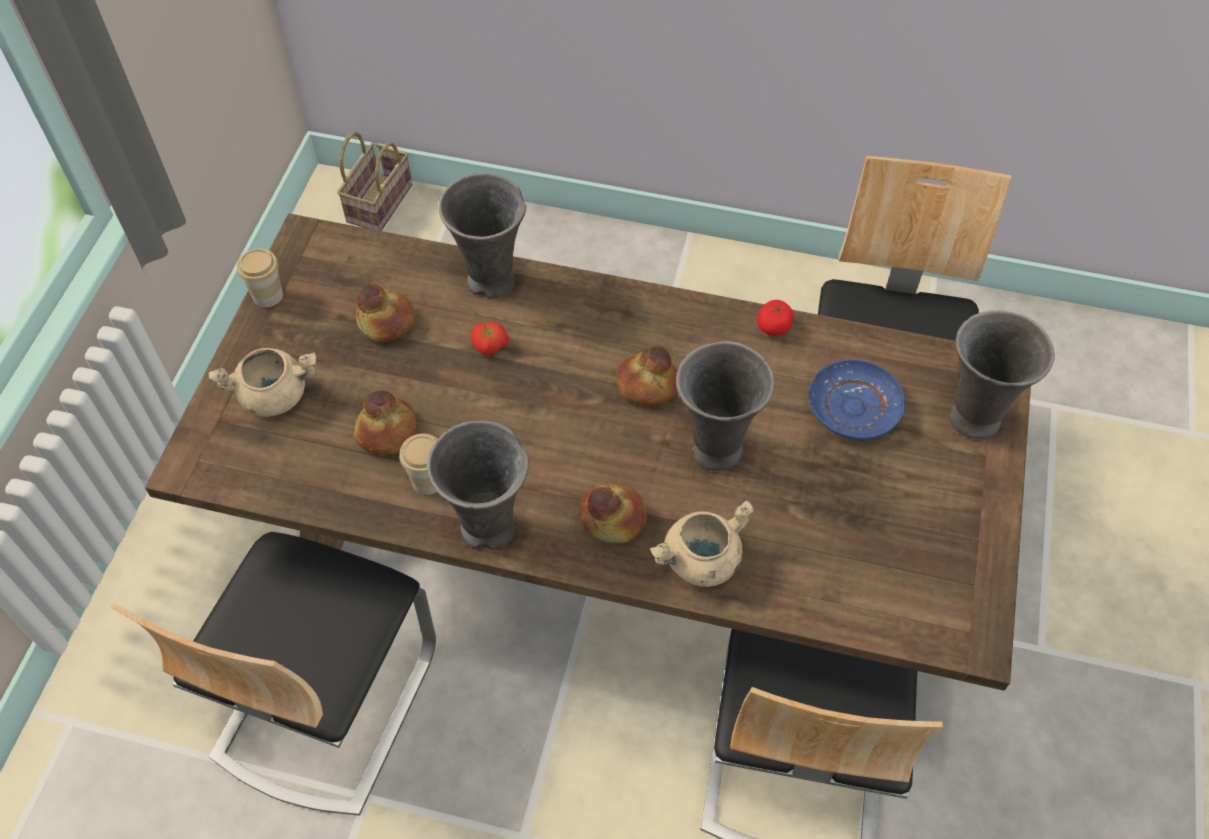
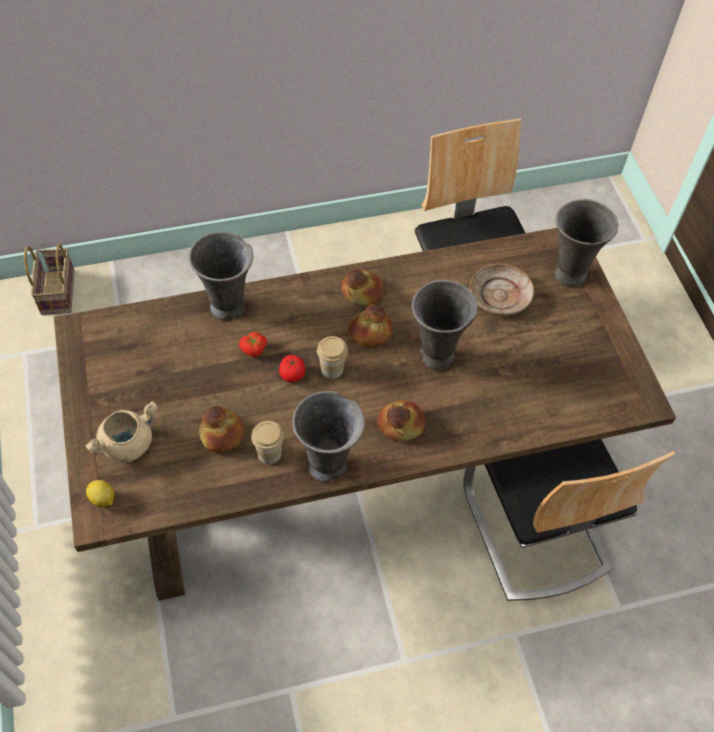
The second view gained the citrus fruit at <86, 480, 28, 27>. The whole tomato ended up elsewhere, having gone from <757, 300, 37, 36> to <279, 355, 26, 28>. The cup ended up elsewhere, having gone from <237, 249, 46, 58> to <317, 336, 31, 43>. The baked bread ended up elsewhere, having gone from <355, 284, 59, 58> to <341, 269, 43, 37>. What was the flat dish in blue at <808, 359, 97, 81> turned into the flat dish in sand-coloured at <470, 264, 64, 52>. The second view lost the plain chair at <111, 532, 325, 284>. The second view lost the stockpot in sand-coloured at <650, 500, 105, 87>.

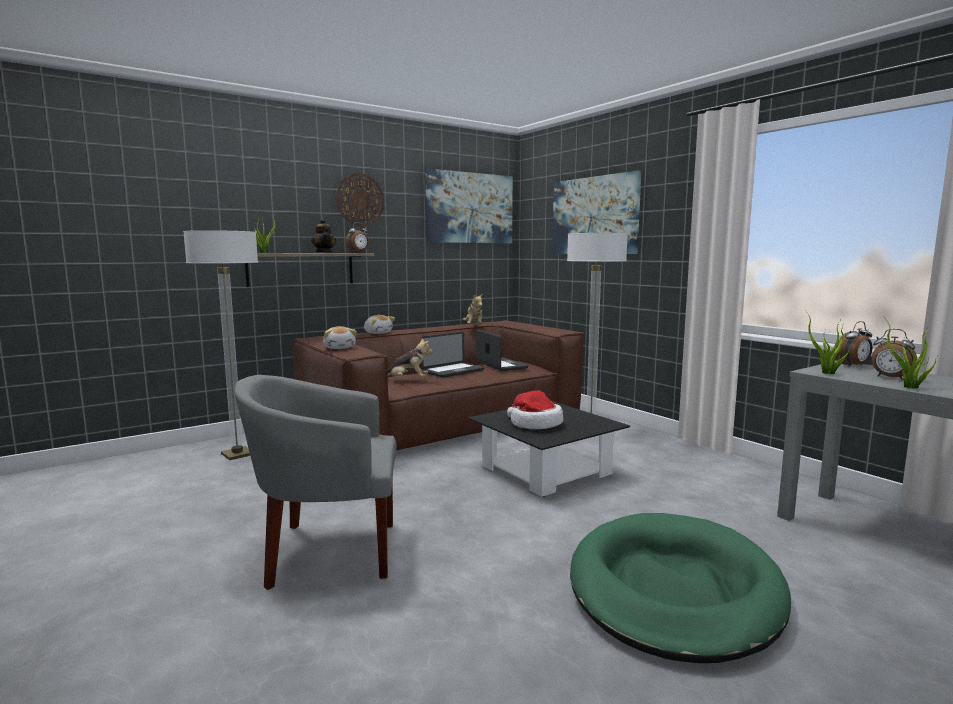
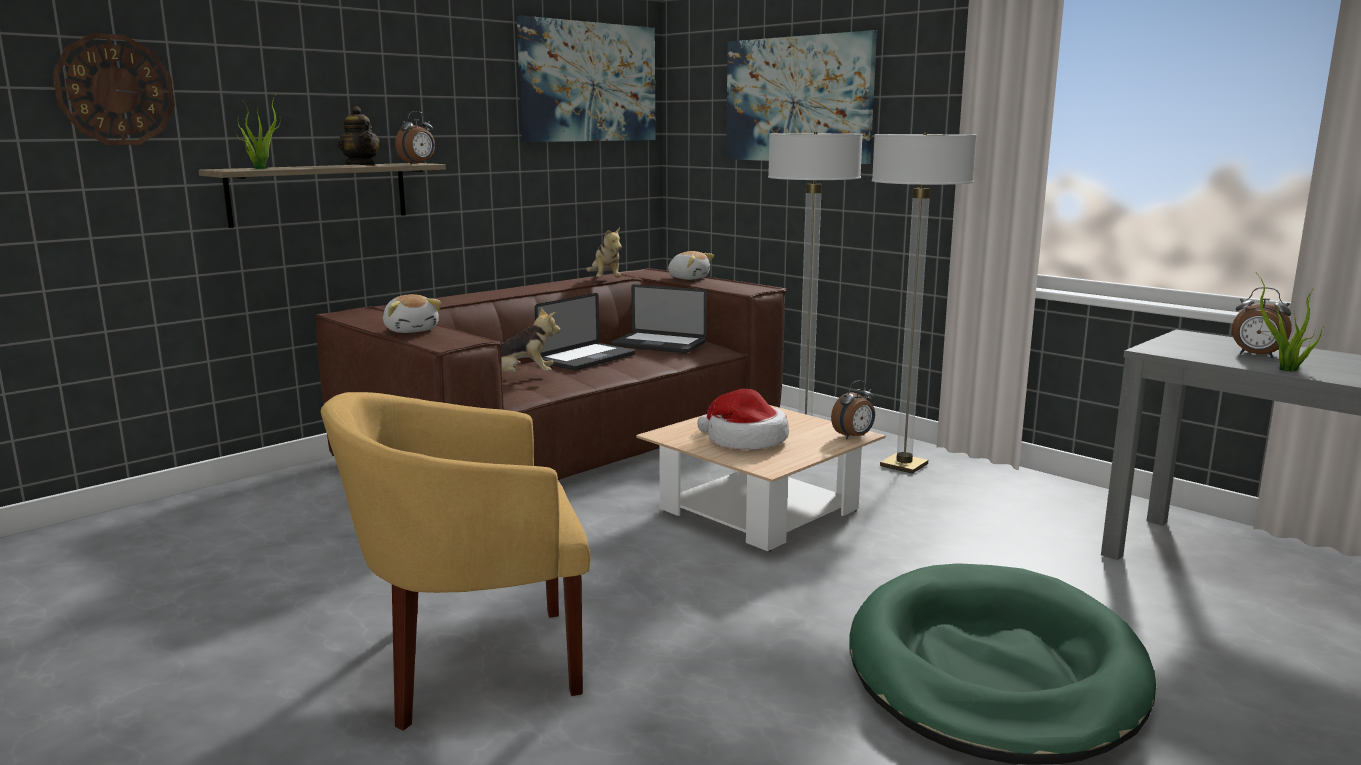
The wall clock ended up elsewhere, having gone from <336, 173, 48, 53> to <52, 33, 123, 112>. What was the lounge chair in grey at <234, 375, 163, 215> turned into the lounge chair in yellow-coloured at <321, 392, 270, 339>. The portable computer at <476, 330, 52, 41> ended up facing another way, 150 degrees clockwise from before. What was the low table in black-coloured at <468, 401, 162, 96> turned into the low table in sand-coloured at <636, 405, 250, 146>. The soft toy ended up elsewhere, having gone from <364, 315, 31, 19> to <667, 251, 47, 29>. The alarm clock ended up elsewhere, having gone from <836, 321, 36, 46> to <831, 380, 44, 59>. The floor lamp ended up elsewhere, having gone from <183, 230, 75, 230> to <872, 132, 105, 342>. The second view lost the potted plant at <805, 310, 45, 64>.

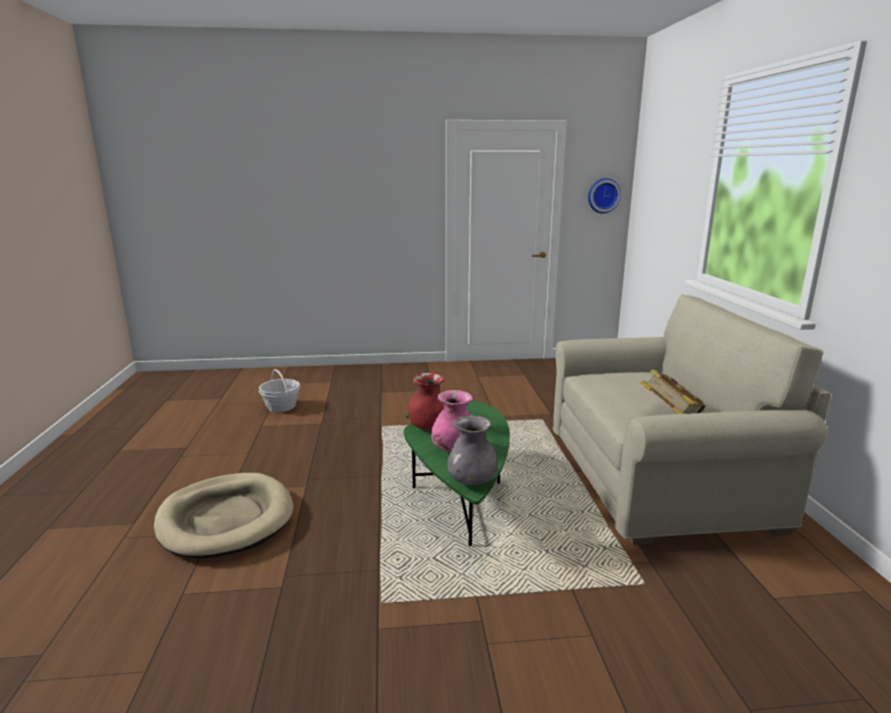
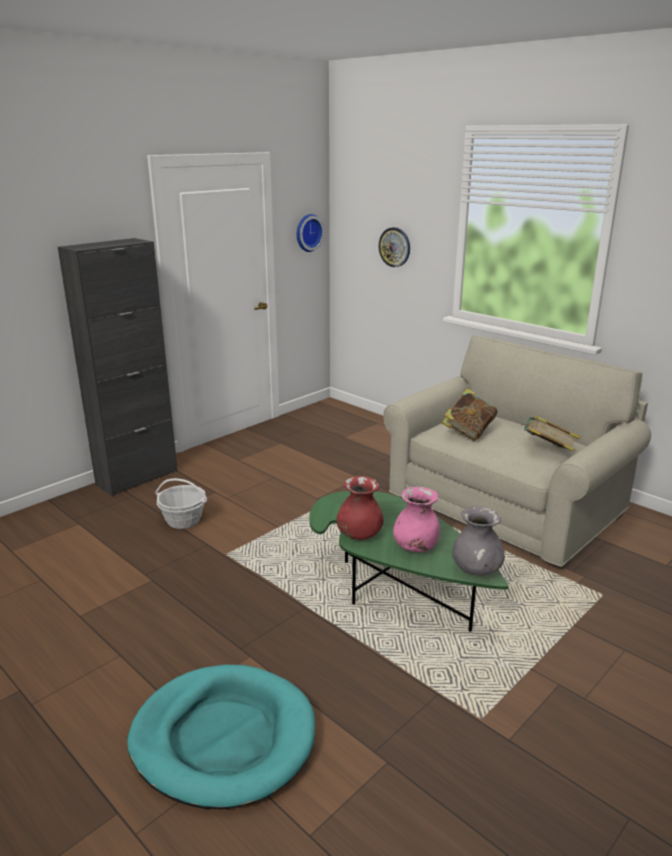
The second view gained the cabinet in black-coloured at <58, 238, 120, 258>. What was the dog cushion in sand-coloured at <154, 473, 139, 85> turned into the dog cushion in turquoise at <127, 665, 188, 144>. The storage basket ended up elsewhere, having gone from <259, 369, 41, 43> to <155, 478, 52, 51>. The second view gained the wall clock at <378, 227, 32, 40>. The second view gained the book at <442, 388, 55, 53>.

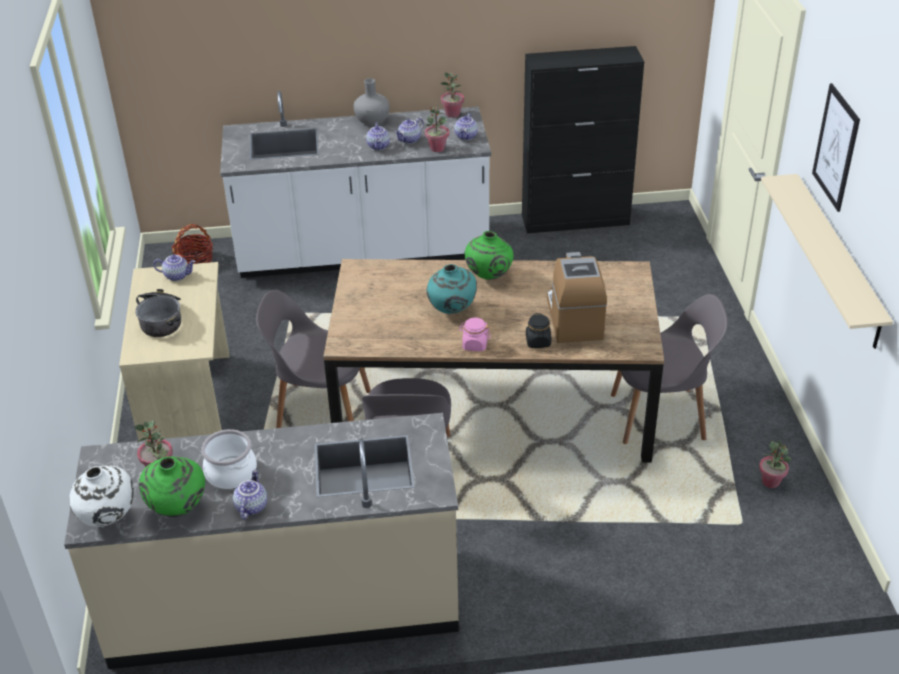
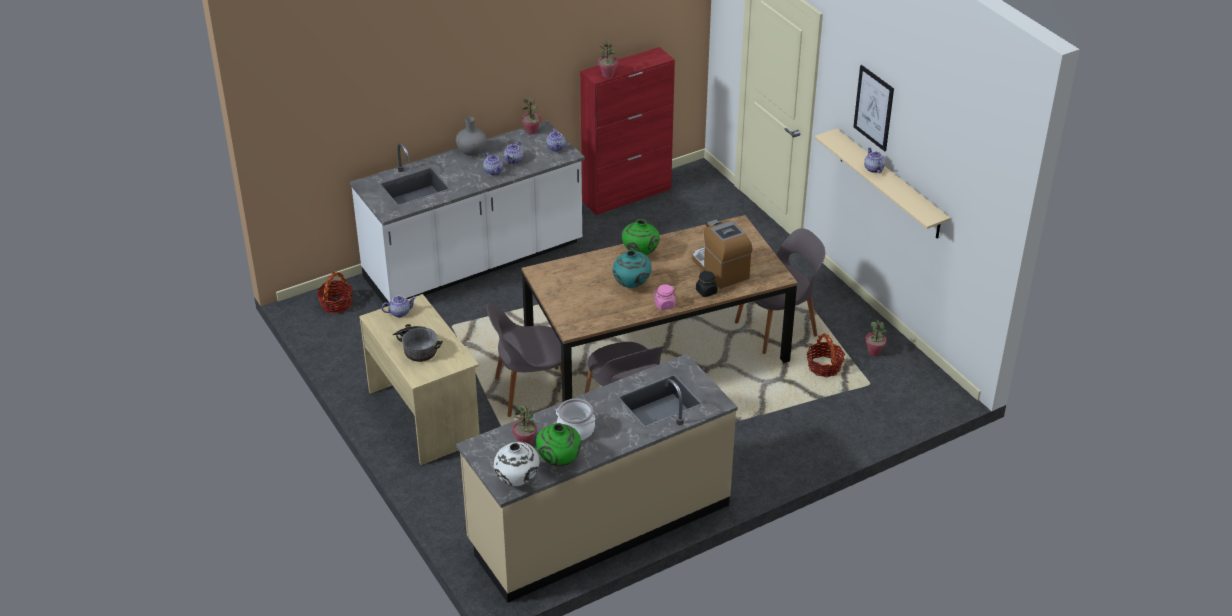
What was the cabinet in black-coloured at <522, 46, 122, 187> turned into the cabinet in red at <580, 47, 95, 168>. The potted plant ended up elsewhere, having gone from <425, 104, 24, 48> to <598, 40, 20, 38>. The second view gained the storage basket at <807, 333, 38, 44>. The tea pot ended up elsewhere, having gone from <233, 470, 34, 49> to <864, 147, 21, 26>.

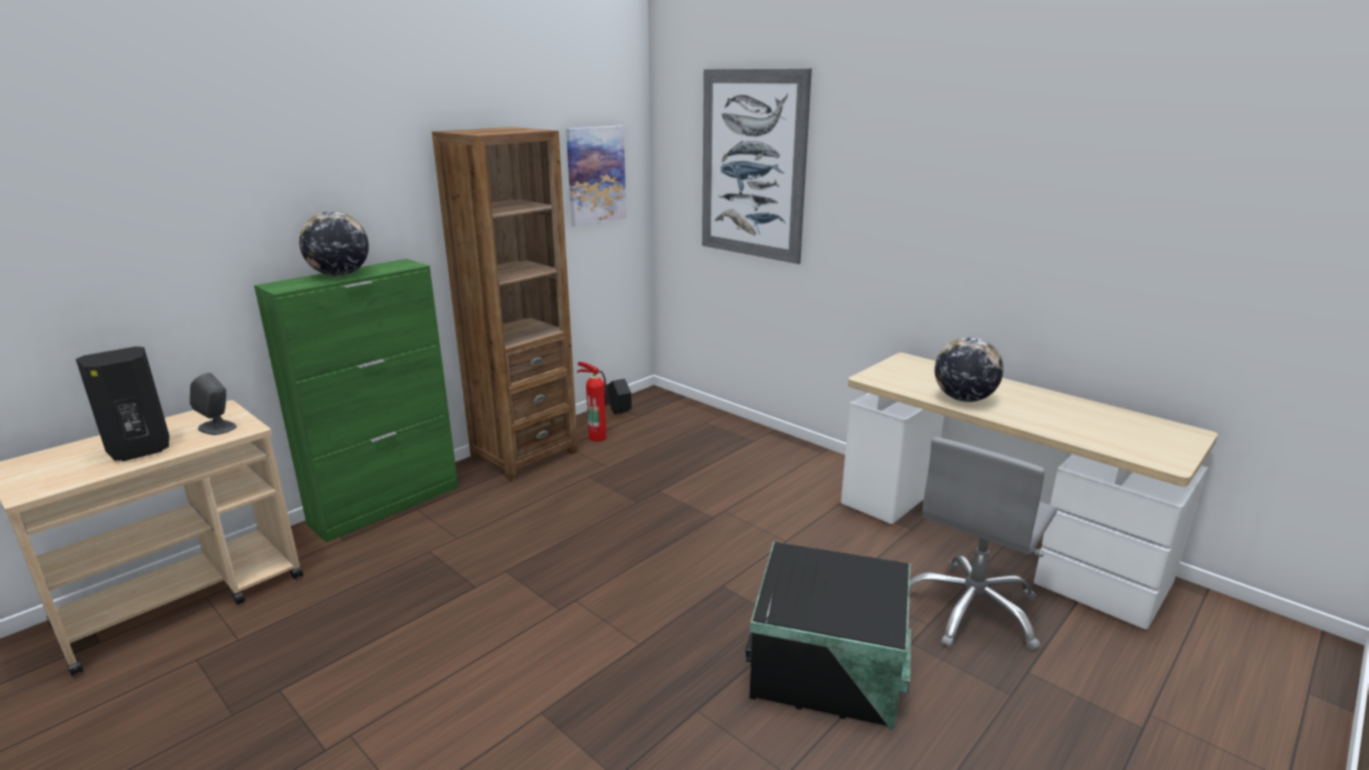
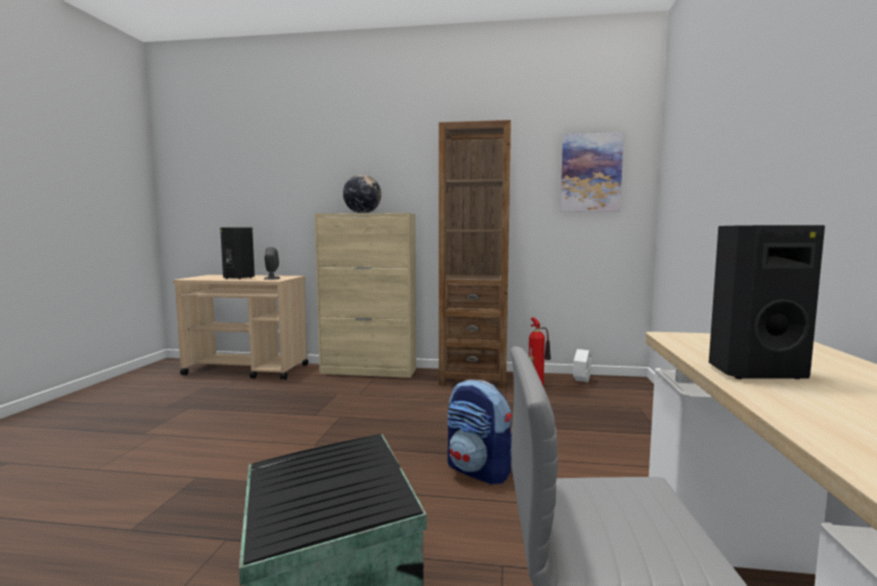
What was the cabinet in green-coloured at <254, 259, 204, 283> turned into the cabinet in sand-coloured at <314, 213, 102, 165>. The second view gained the backpack at <447, 380, 65, 105>. What was the flower pot in black-coloured at <607, 379, 25, 35> turned into the flower pot in white-coloured at <573, 349, 19, 33>. Where the globe stood at <935, 337, 68, 65>, the audio speaker in black-coloured came to stand at <709, 225, 116, 154>. The second view lost the wall picture at <702, 69, 110, 195>.

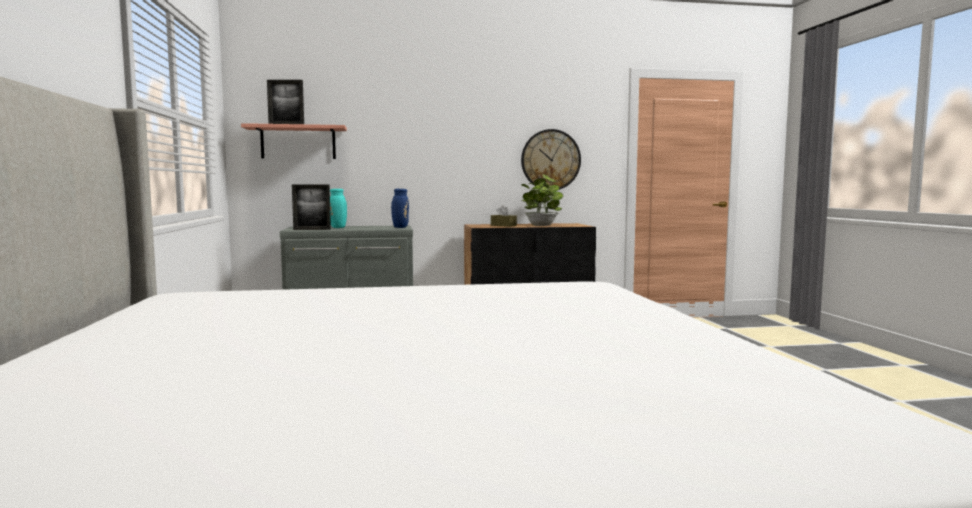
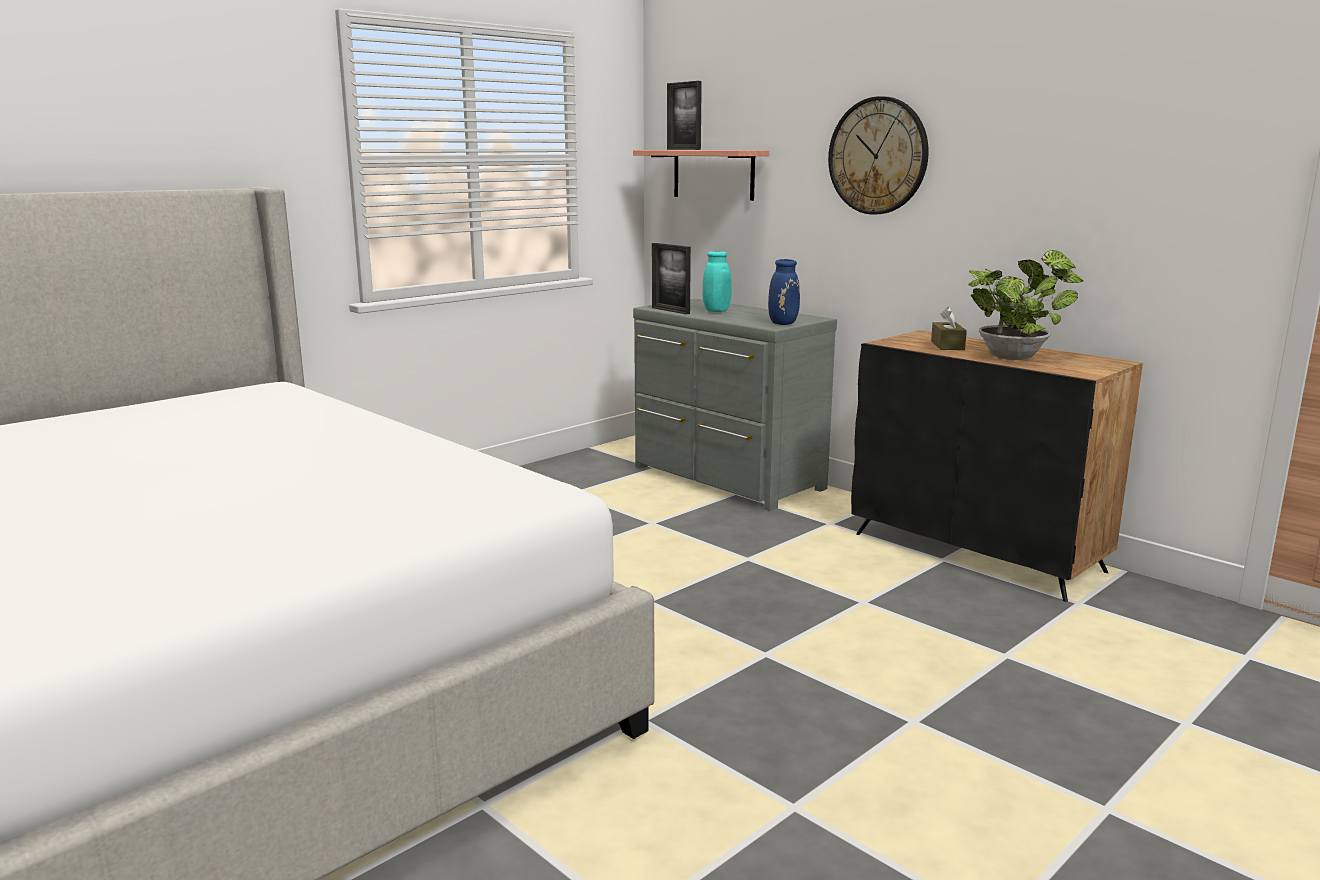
The wall clock ended up elsewhere, having gone from <521, 129, 60, 61> to <828, 96, 101, 119>.

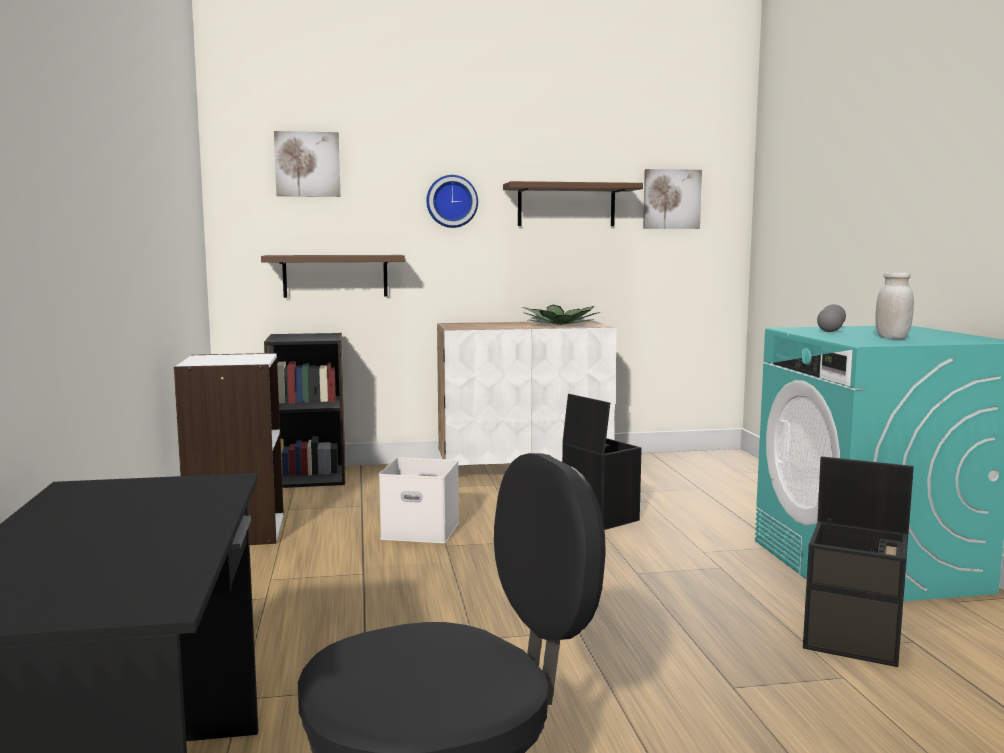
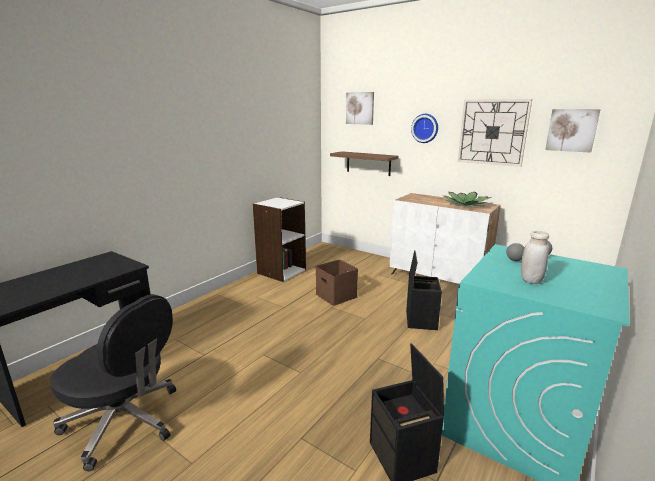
What was the storage box in white-coloured at <379, 457, 80, 87> turned into the storage box in brown at <316, 260, 42, 46>. Where the bracket shelf in brown hung at <503, 181, 140, 45>, the wall clock came to hang at <458, 99, 74, 68>. The second view lost the bookcase in black-coloured at <264, 333, 82, 155>.

